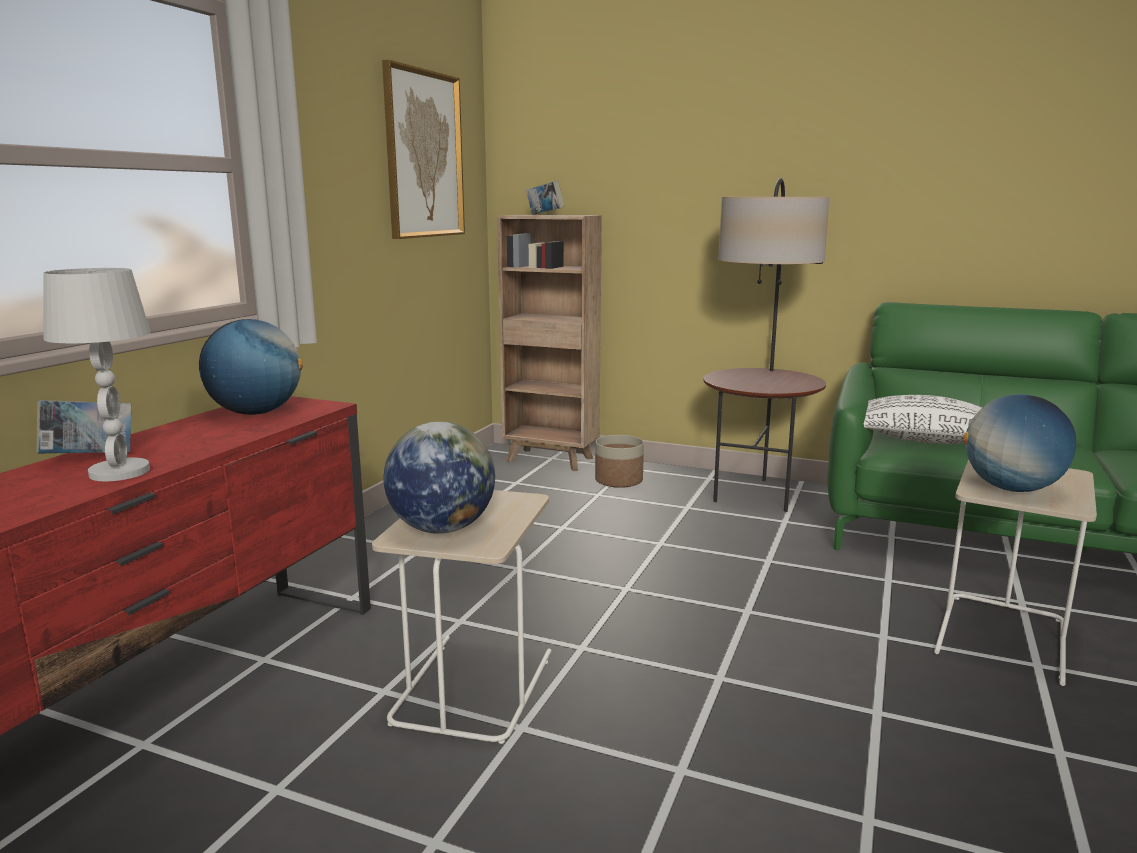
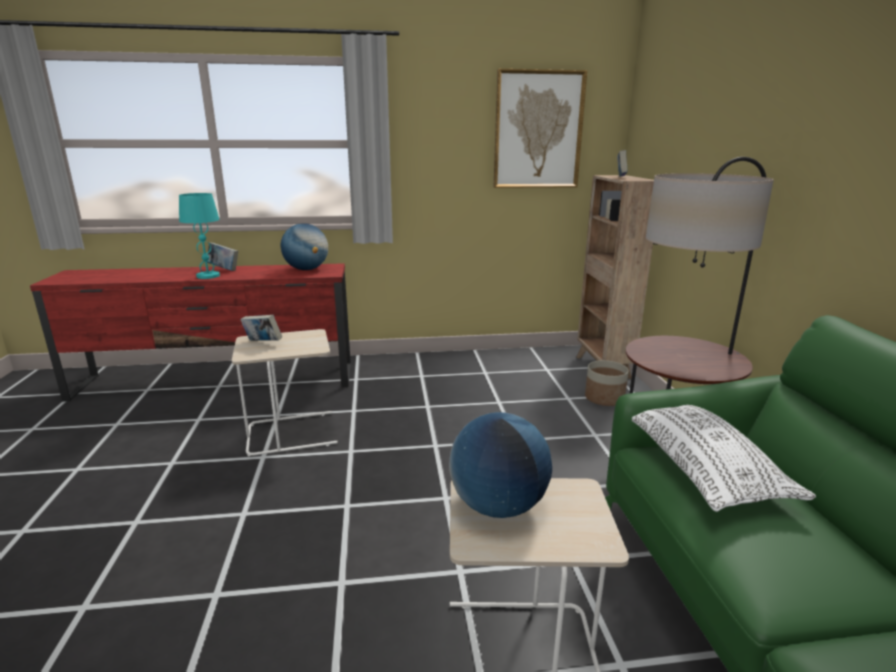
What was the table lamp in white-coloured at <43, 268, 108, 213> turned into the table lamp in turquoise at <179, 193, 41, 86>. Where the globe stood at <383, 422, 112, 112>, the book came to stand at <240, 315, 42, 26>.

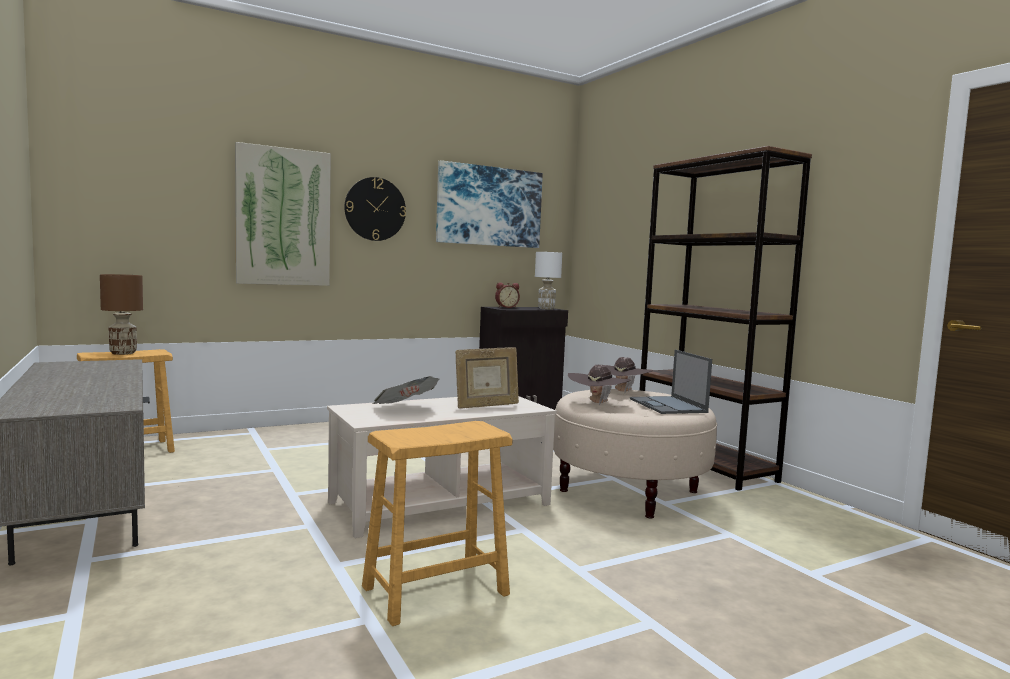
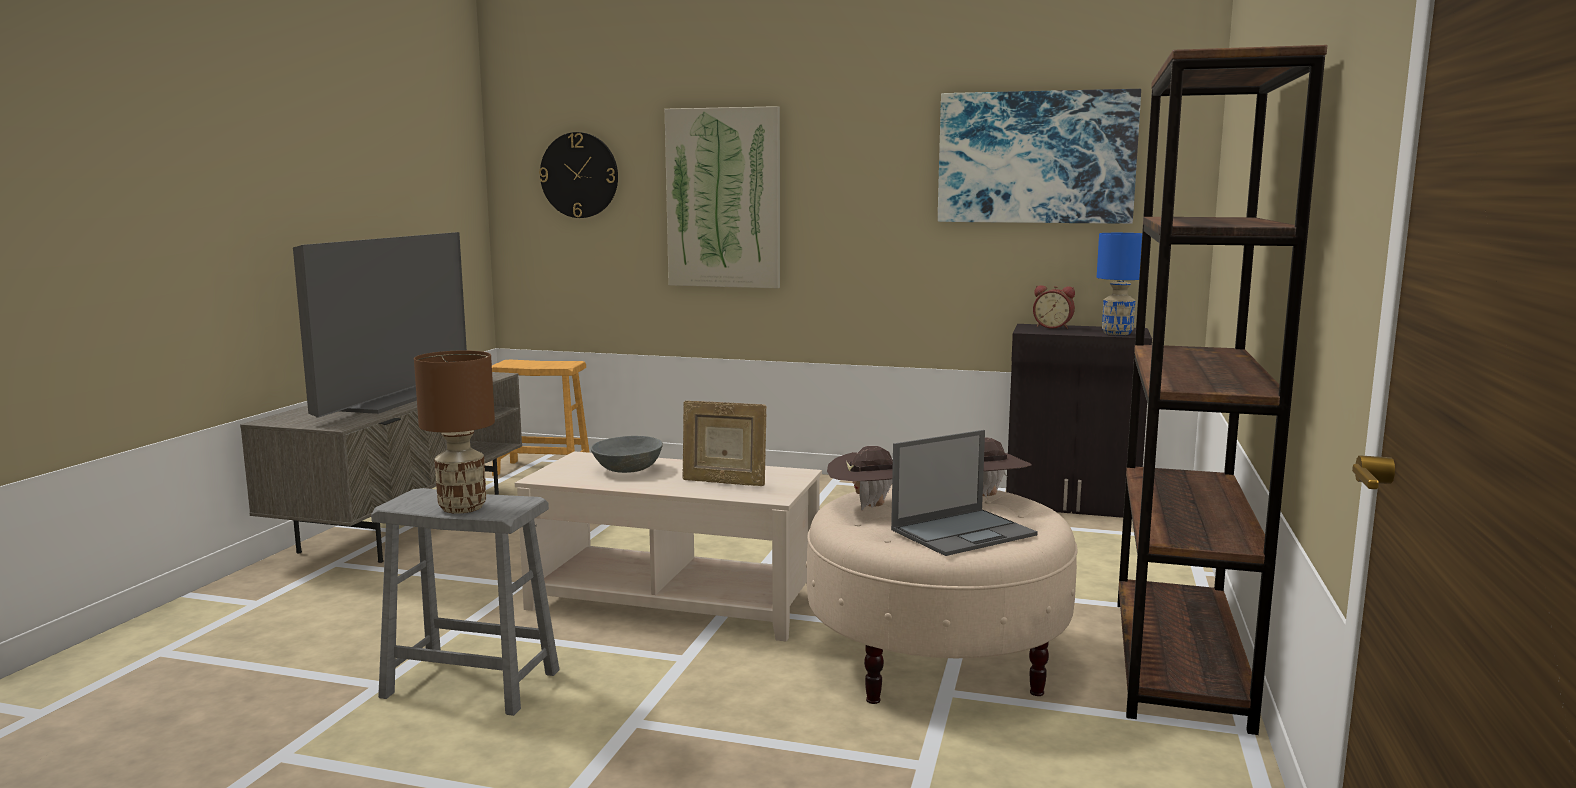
The second view gained the TV at <293, 232, 174, 186>. What was the sitting stool in brown at <362, 421, 150, 205> turned into the sitting stool in grey at <371, 488, 188, 228>. The table lamp in brown ended up elsewhere, having gone from <100, 274, 43, 81> to <414, 350, 81, 164>. The wall clock ended up elsewhere, having gone from <344, 177, 62, 64> to <539, 132, 79, 86>. Where the daily paper stood at <372, 376, 68, 28>, the deep dish in grey came to stand at <591, 436, 72, 37>. The portable computer at <630, 350, 82, 64> ended up facing another way, 150 degrees counterclockwise from before. What was the table lamp in white-coloured at <535, 252, 27, 58> turned into the table lamp in blue at <1097, 233, 45, 102>.

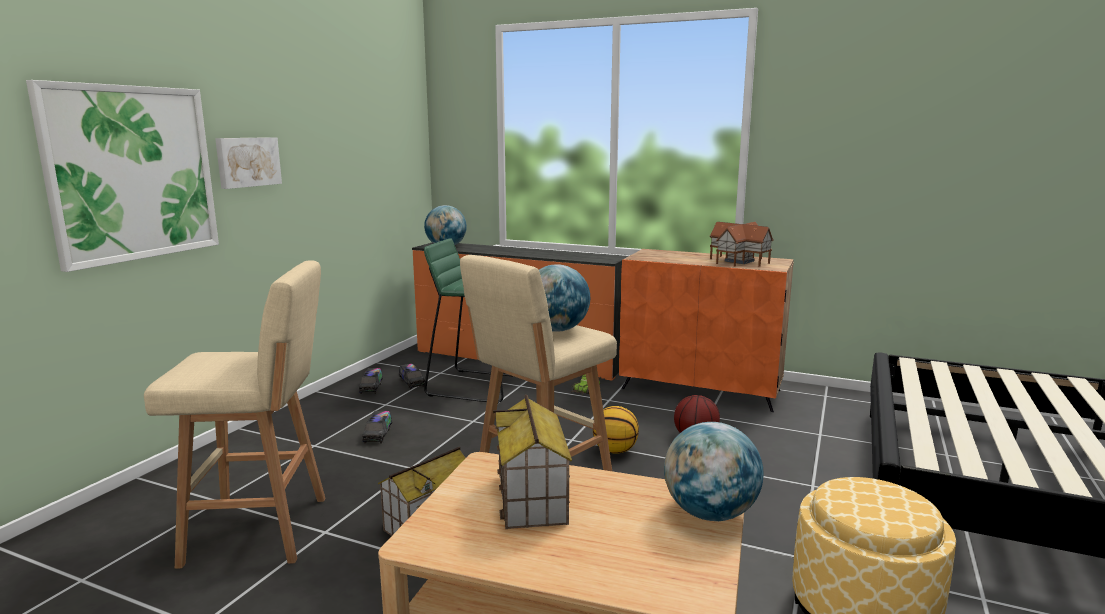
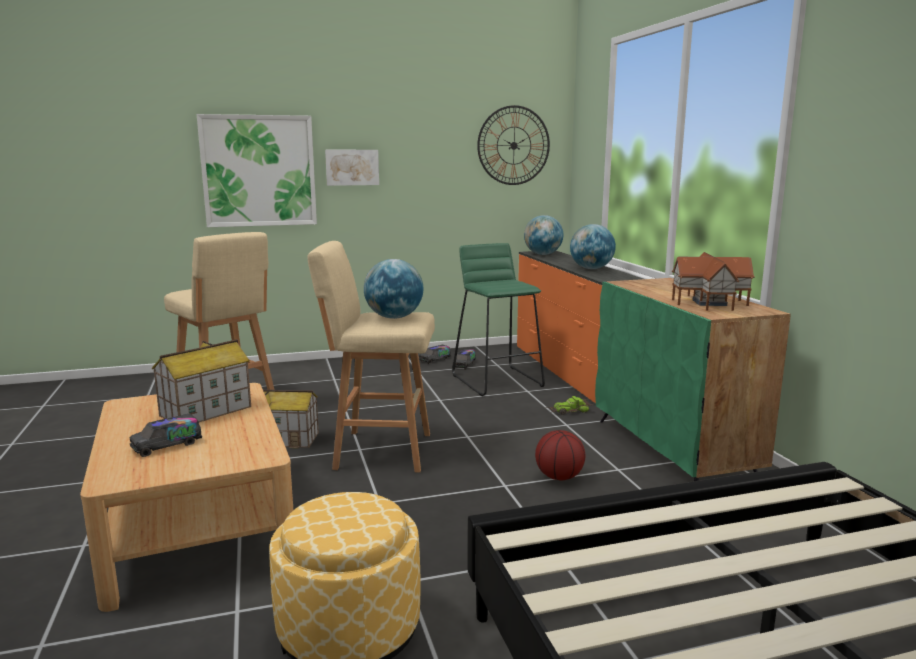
The toy lorry ended up elsewhere, having gone from <362, 411, 30, 32> to <129, 414, 73, 43>. The second view gained the wall clock at <477, 105, 73, 80>. The globe ended up elsewhere, having gone from <664, 422, 99, 99> to <570, 224, 46, 45>. What was the cabinet in orange-coloured at <619, 249, 175, 163> turned into the cabinet in green-coloured at <595, 278, 196, 203>. The second view lost the basketball ball at <593, 406, 46, 48>.

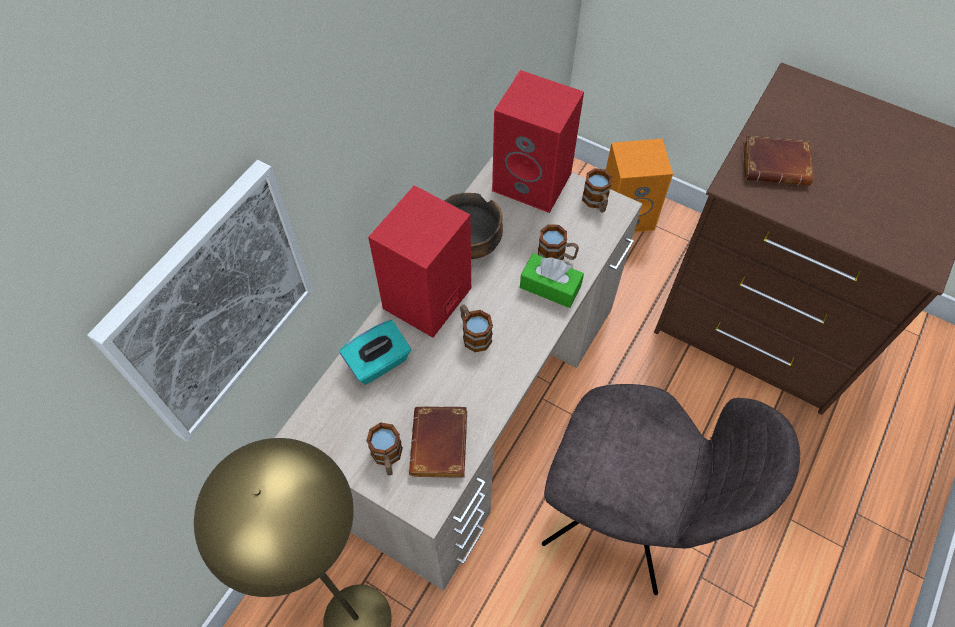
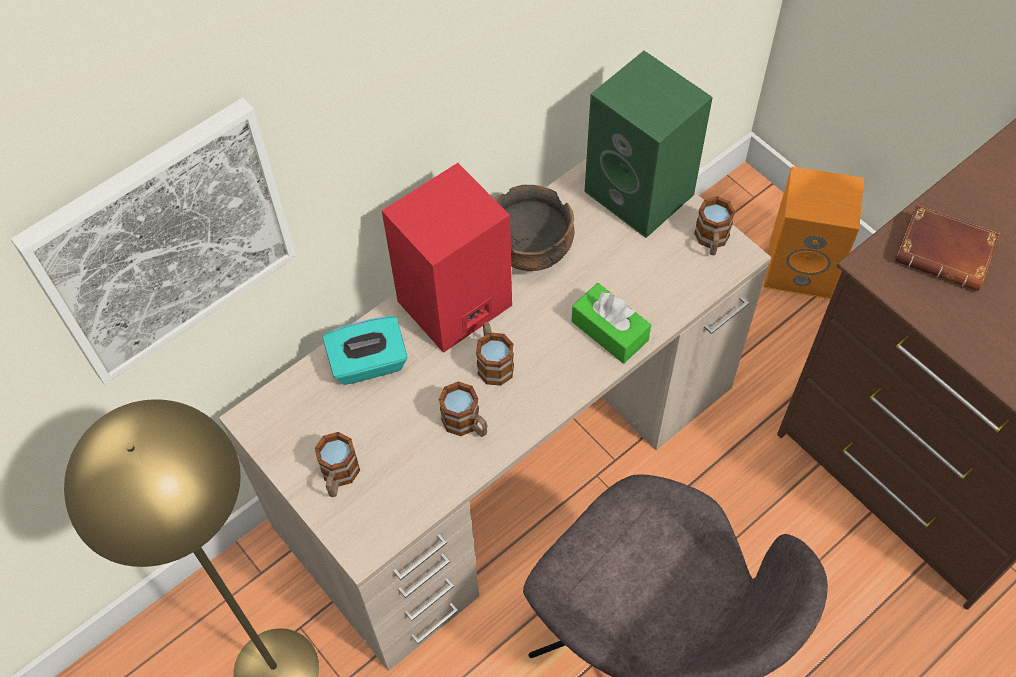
The coffee mug ended up elsewhere, having gone from <538, 224, 41, 36> to <438, 381, 49, 56>. What was the audio speaker in red at <492, 70, 92, 143> turned into the audio speaker in green-coloured at <584, 51, 129, 187>. The second view lost the book in brown at <409, 406, 58, 72>.

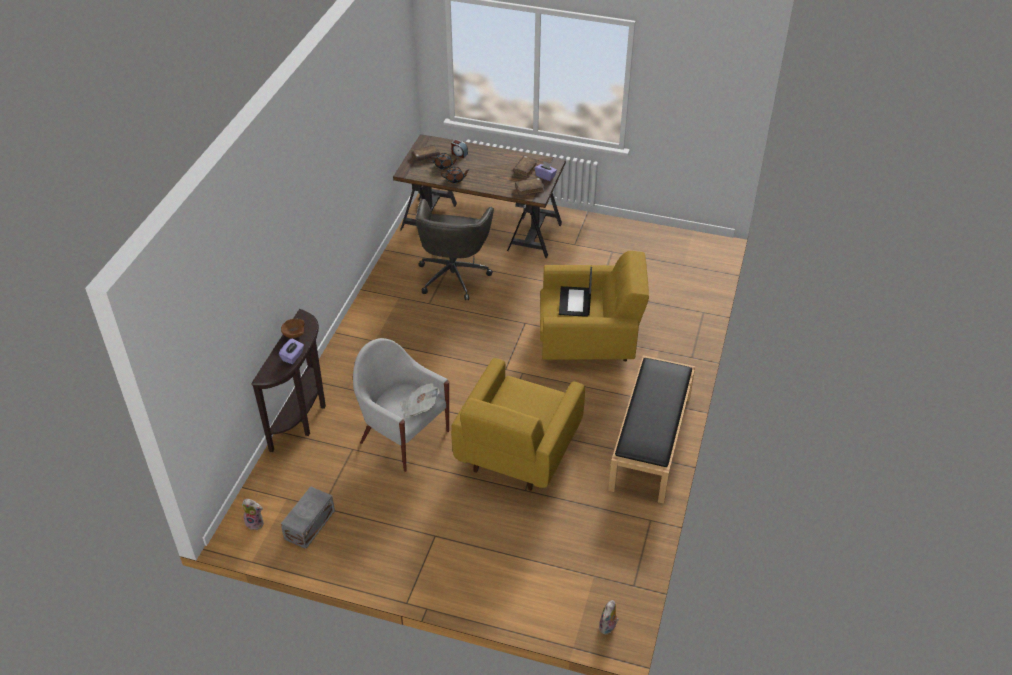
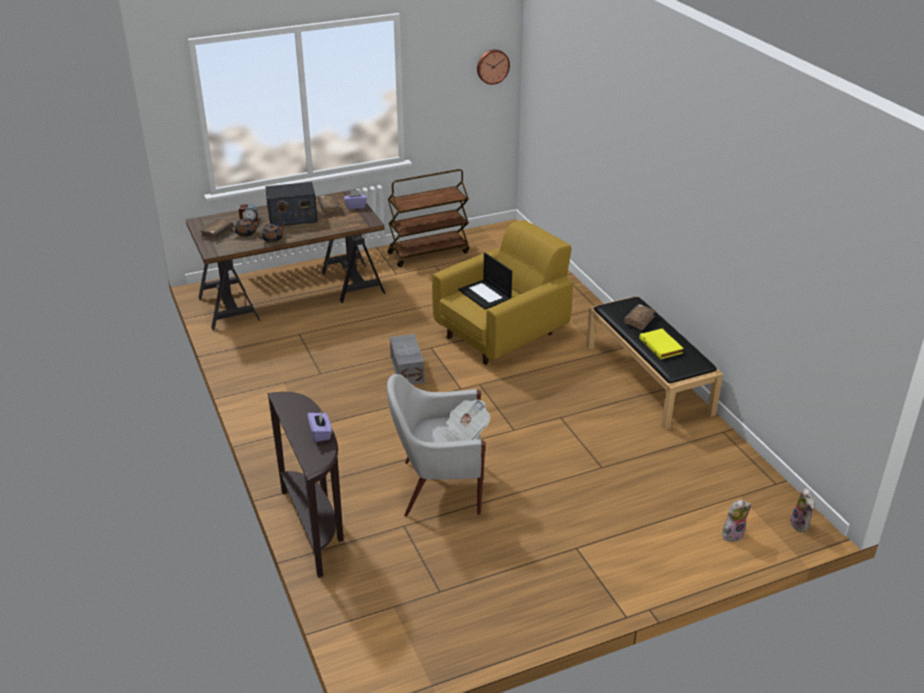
The second view gained the radio set at <265, 182, 53, 44>. The second view gained the trolley in brown at <387, 169, 82, 98>. The storage box in grey ended up elsewhere, having gone from <281, 486, 54, 63> to <390, 334, 35, 50>. The second view gained the wall clock at <477, 49, 33, 36>. The book in brown ended up elsewhere, having gone from <515, 177, 30, 19> to <624, 304, 32, 27>. The second view gained the book in yellow-coloured at <639, 329, 45, 30>. The soft toy ended up elsewhere, having gone from <242, 499, 22, 31> to <722, 500, 29, 42>. The second view lost the deep dish in brown at <281, 319, 24, 19>. The second view lost the desk chair in grey at <415, 199, 79, 101>. The second view lost the lounge chair in yellow-coloured at <451, 358, 134, 133>.

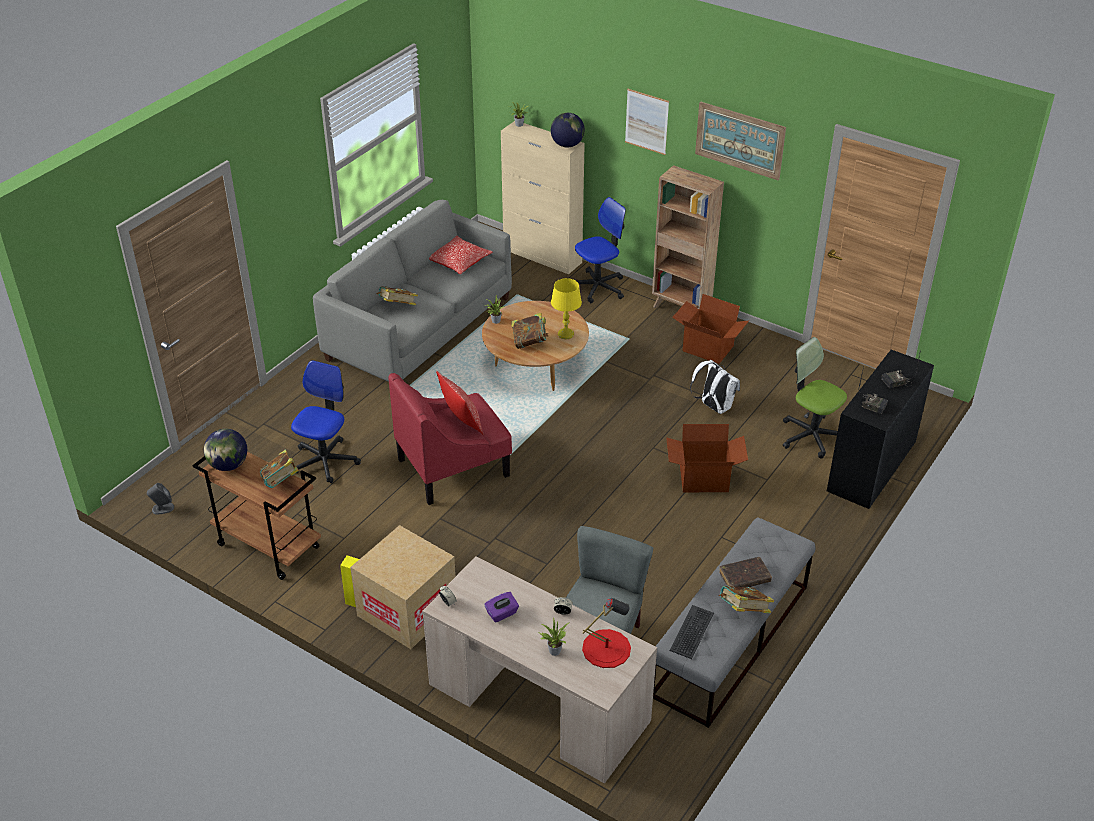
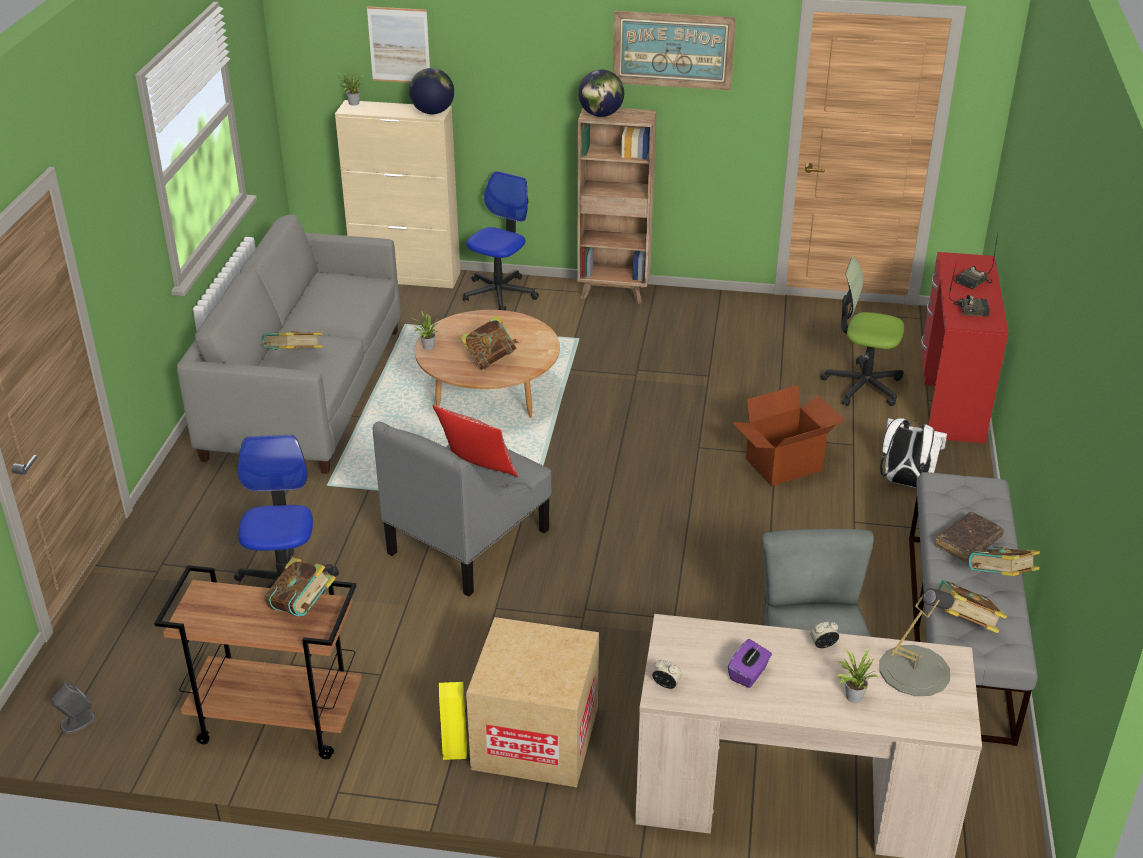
The wall picture ended up elsewhere, having gone from <625, 89, 44, 66> to <367, 6, 63, 77>. What was the lounge chair in red at <388, 373, 124, 132> turned into the lounge chair in grey at <373, 422, 179, 175>. The globe ended up elsewhere, having gone from <204, 429, 43, 42> to <578, 70, 46, 47>. What was the table lamp in red at <582, 598, 49, 70> turned into the table lamp in grey at <879, 588, 75, 108>. The backpack in white-coloured ended up elsewhere, having gone from <690, 360, 50, 54> to <881, 418, 66, 70>. What was the desk table in black-coloured at <827, 350, 107, 159> turned into the desk table in red at <921, 252, 88, 191>. Where the PC keyboard stood at <669, 605, 45, 54>, the book came to stand at <937, 580, 70, 53>. The second view lost the throw pillow at <429, 236, 64, 39>. The second view lost the table lamp in yellow-coloured at <551, 278, 31, 61>. The second view lost the cardboard box at <672, 294, 77, 70>.

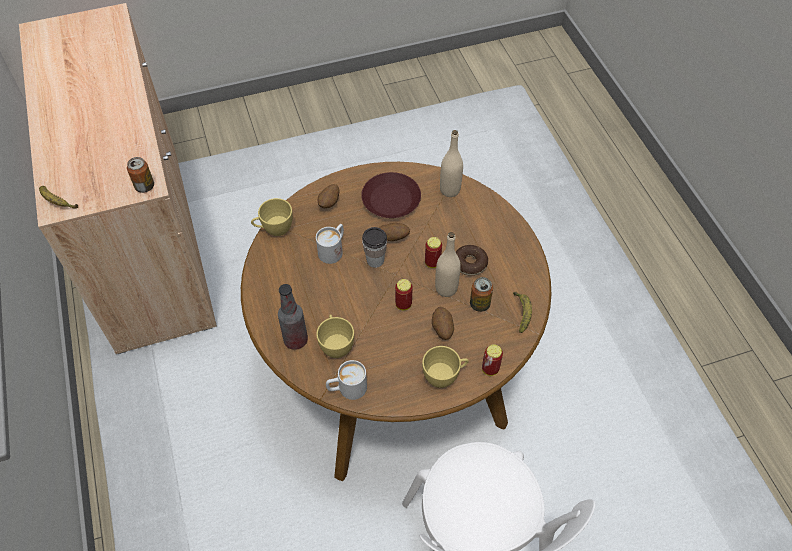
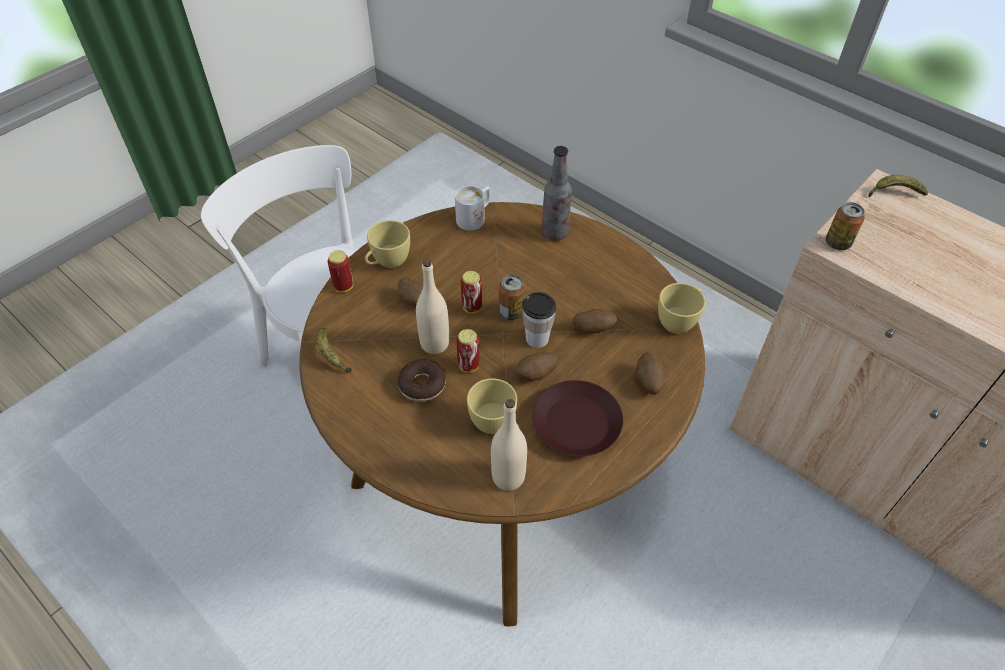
The cup in yellow-coloured ended up elsewhere, having gone from <316, 314, 38, 44> to <467, 378, 52, 56>. The can ended up elsewhere, having gone from <470, 277, 23, 35> to <499, 274, 26, 46>. Where the coffee mug in white-coloured stood at <316, 224, 28, 40>, the spud came to stand at <573, 309, 45, 24>.

